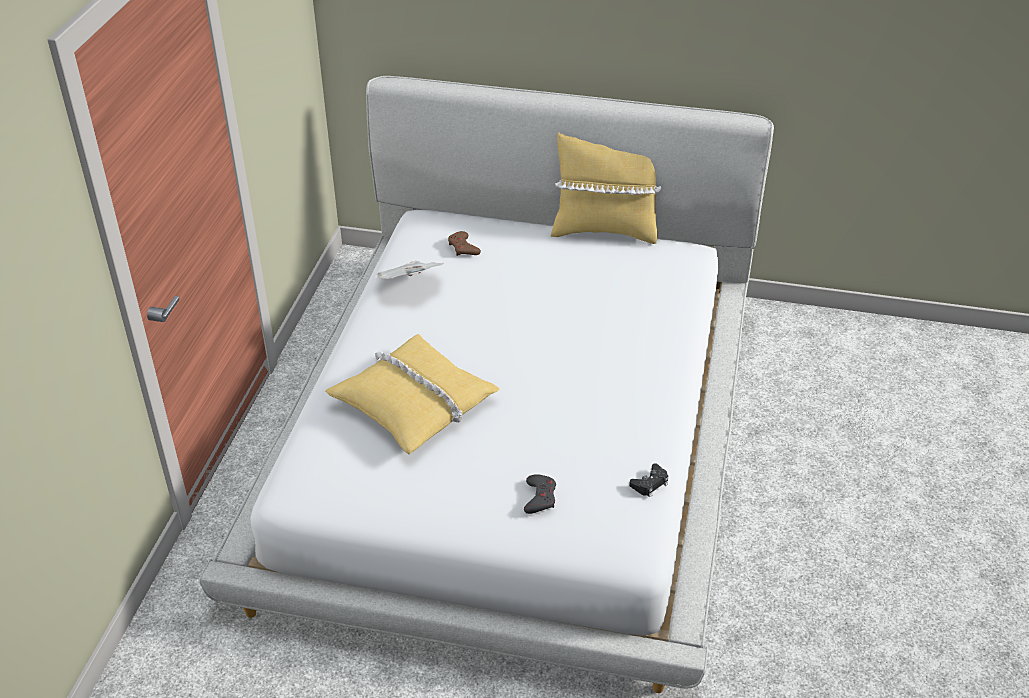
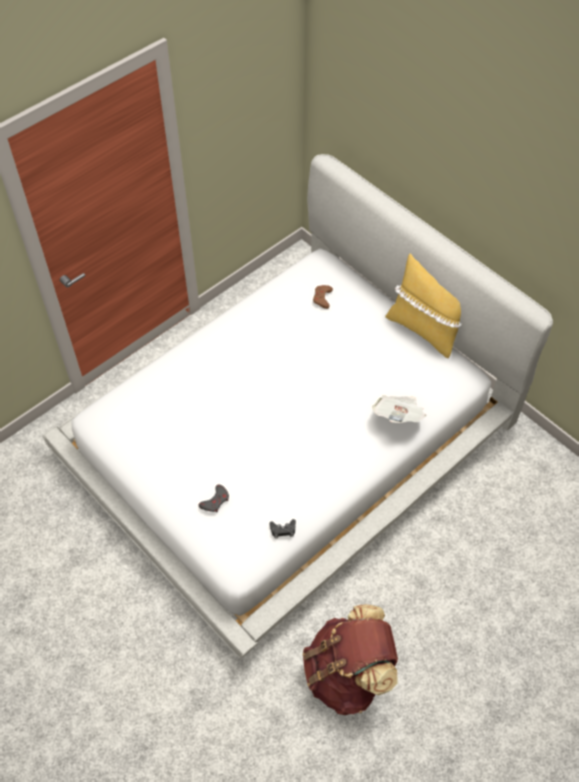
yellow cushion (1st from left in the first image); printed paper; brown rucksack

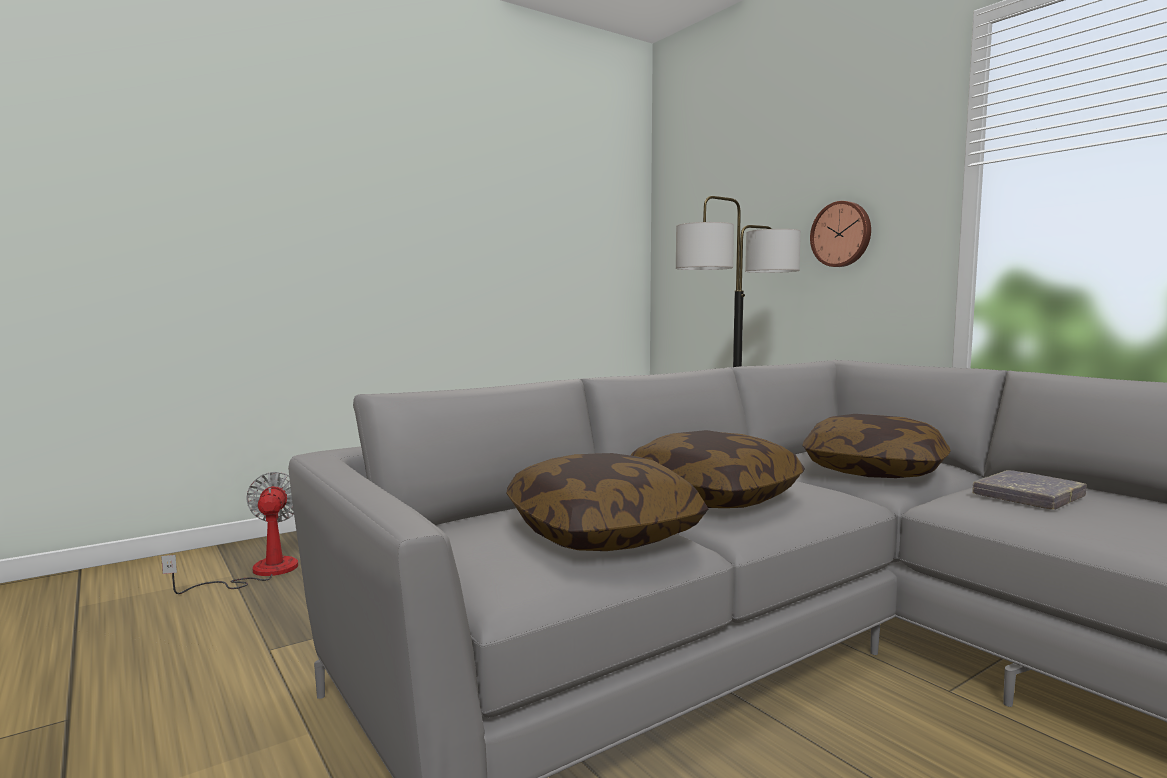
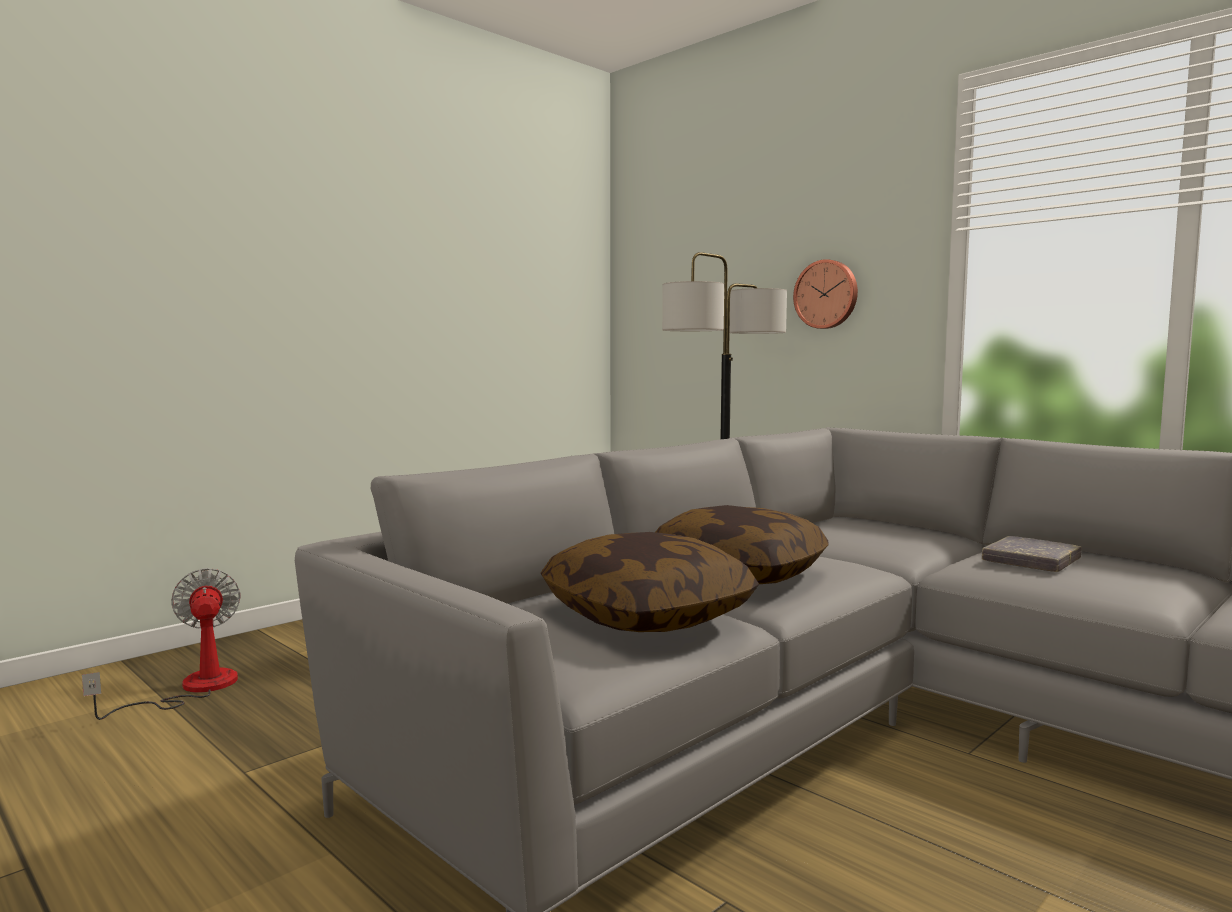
cushion (3rd from left in the first image)

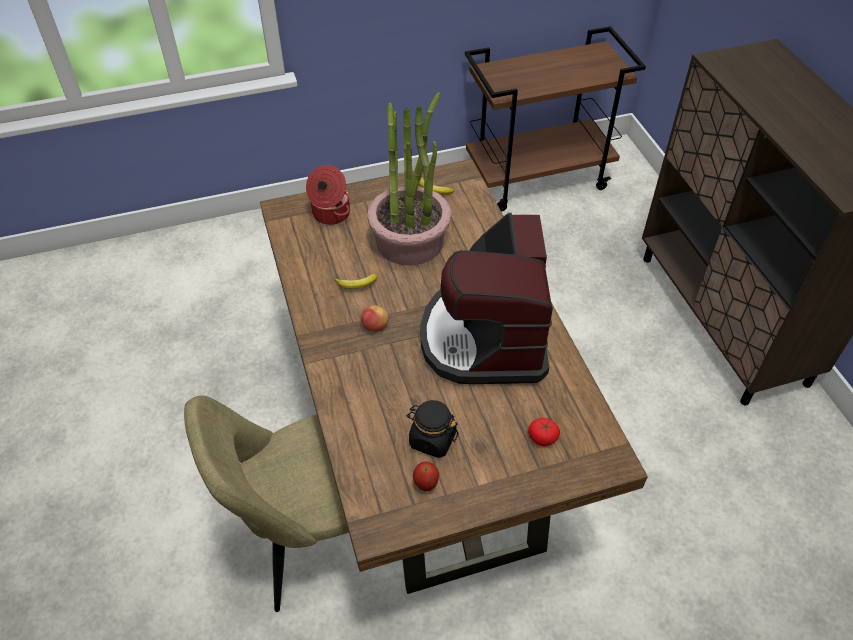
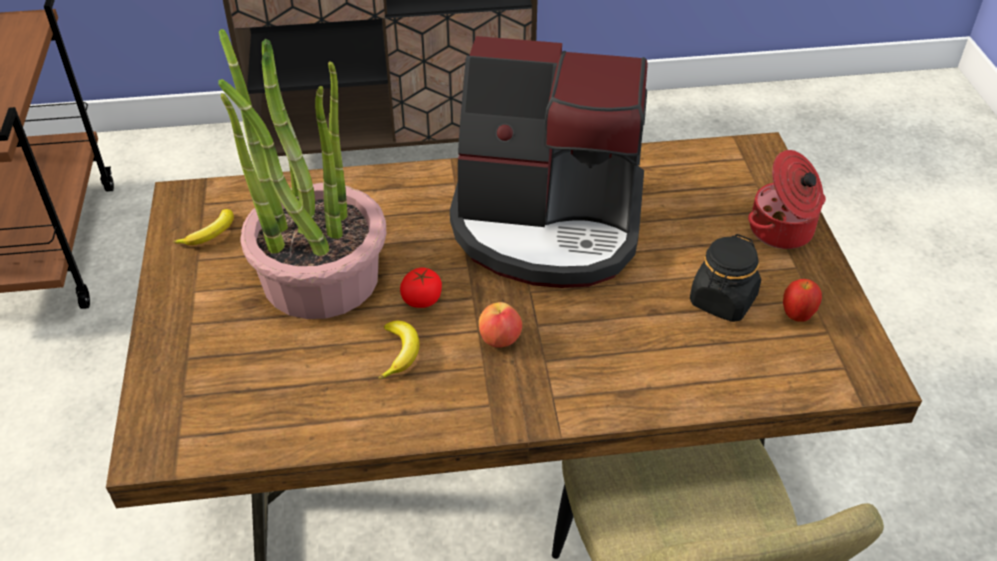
cooking pot; whole tomato

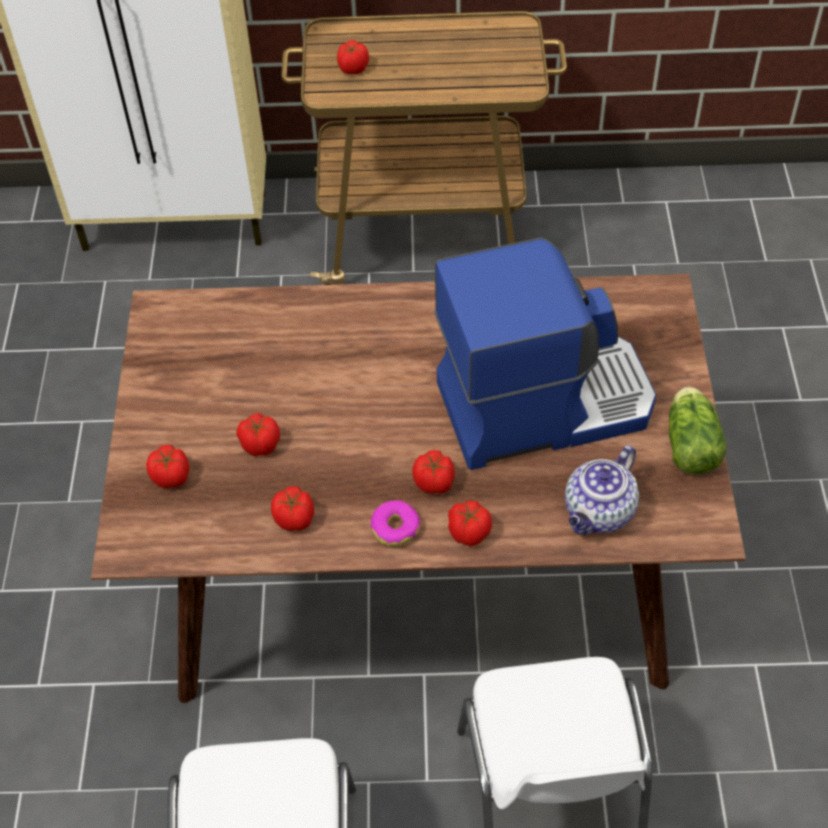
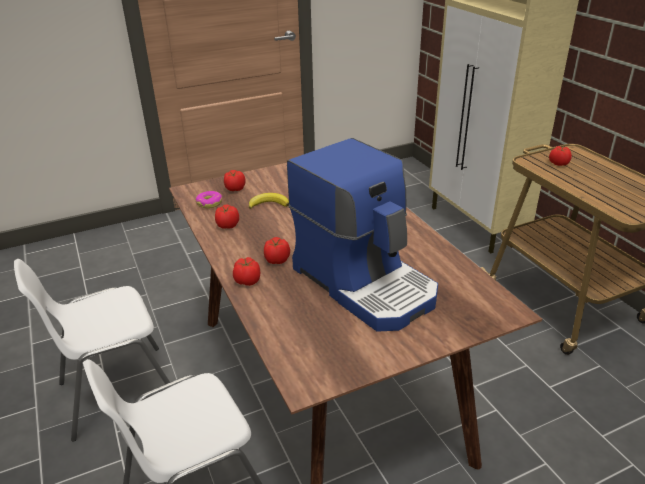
banana fruit; donut; tea pot; head of lettuce

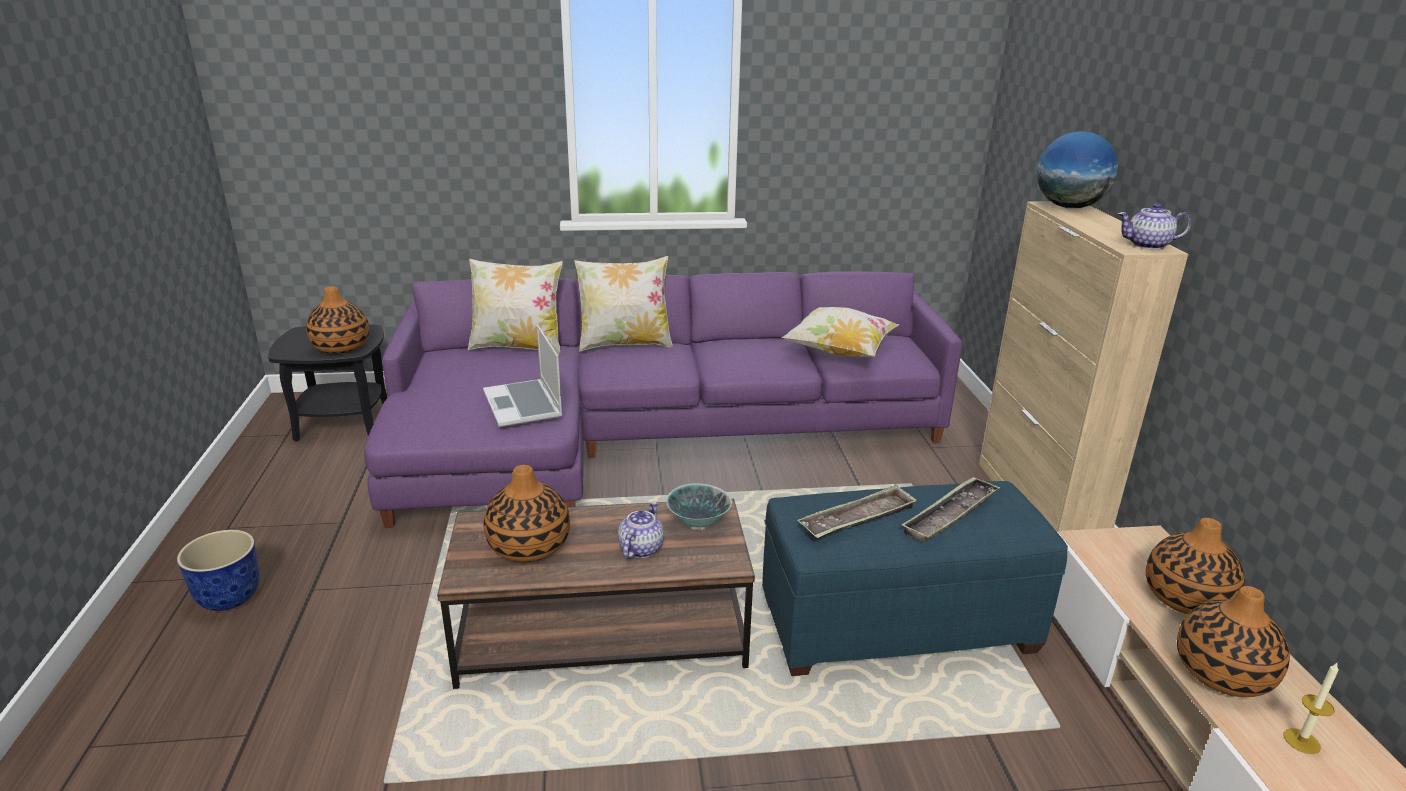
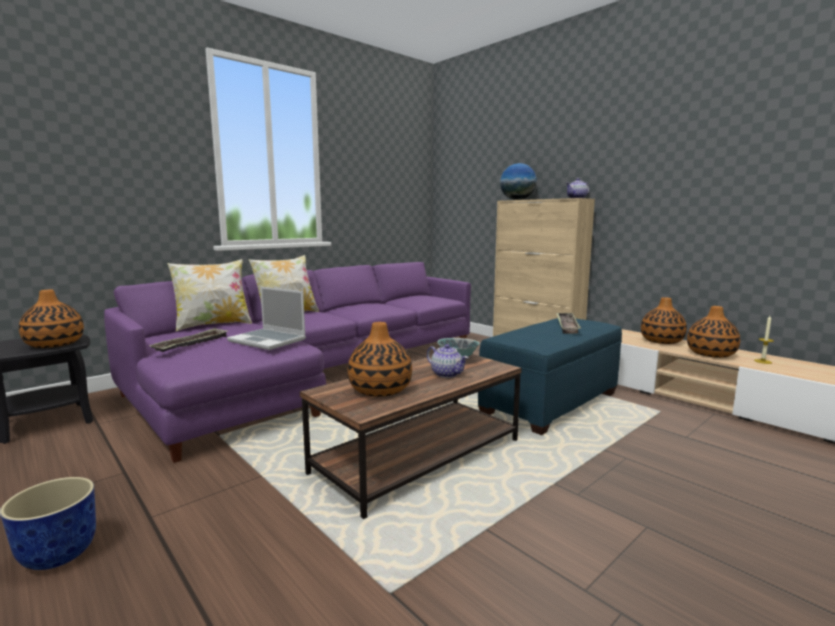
tea pot (1st from left); cushion (3rd from left in the first image); carrying tray (1st from left)

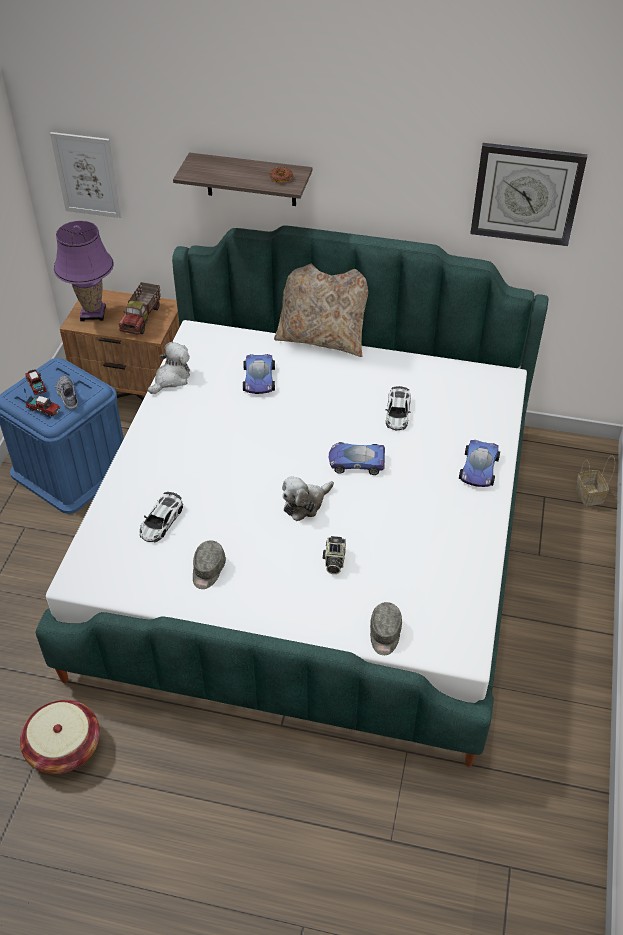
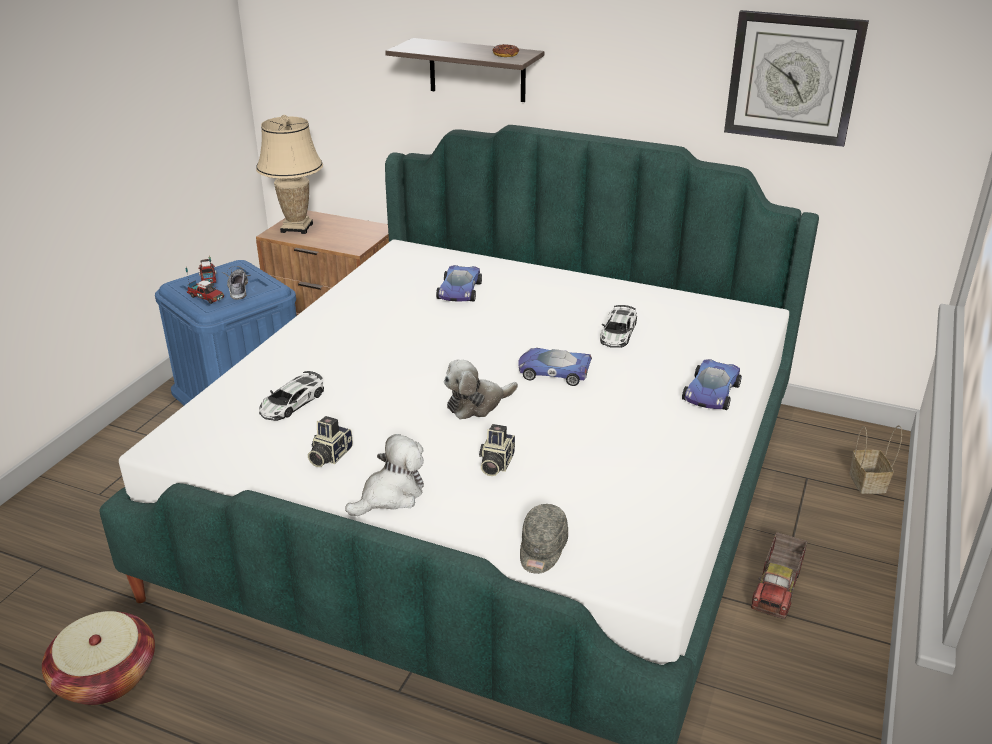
picture; sand-coloured tabletop lamp; model truck (3rd from left); plush toy (1st from left); still camera (1st from left); sand-coloured cushion

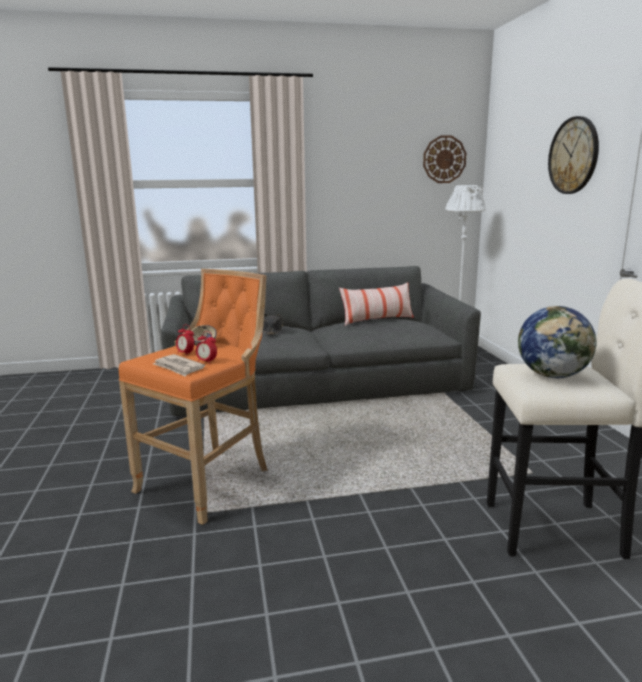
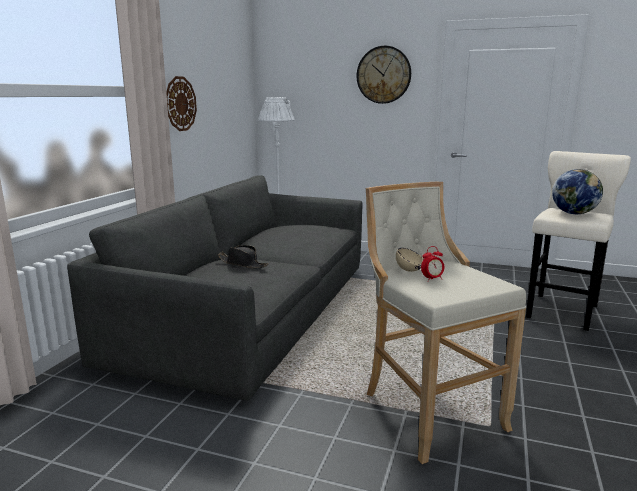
sand-coloured stool seat (1st from left); printed paper; bedside clock (2nd from left in the first image); cushion; hanging clock (1st from left)

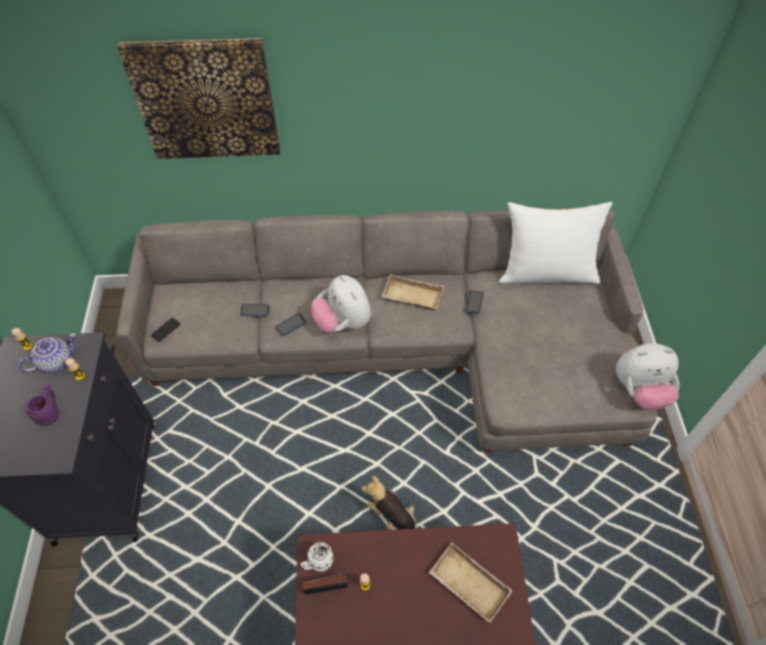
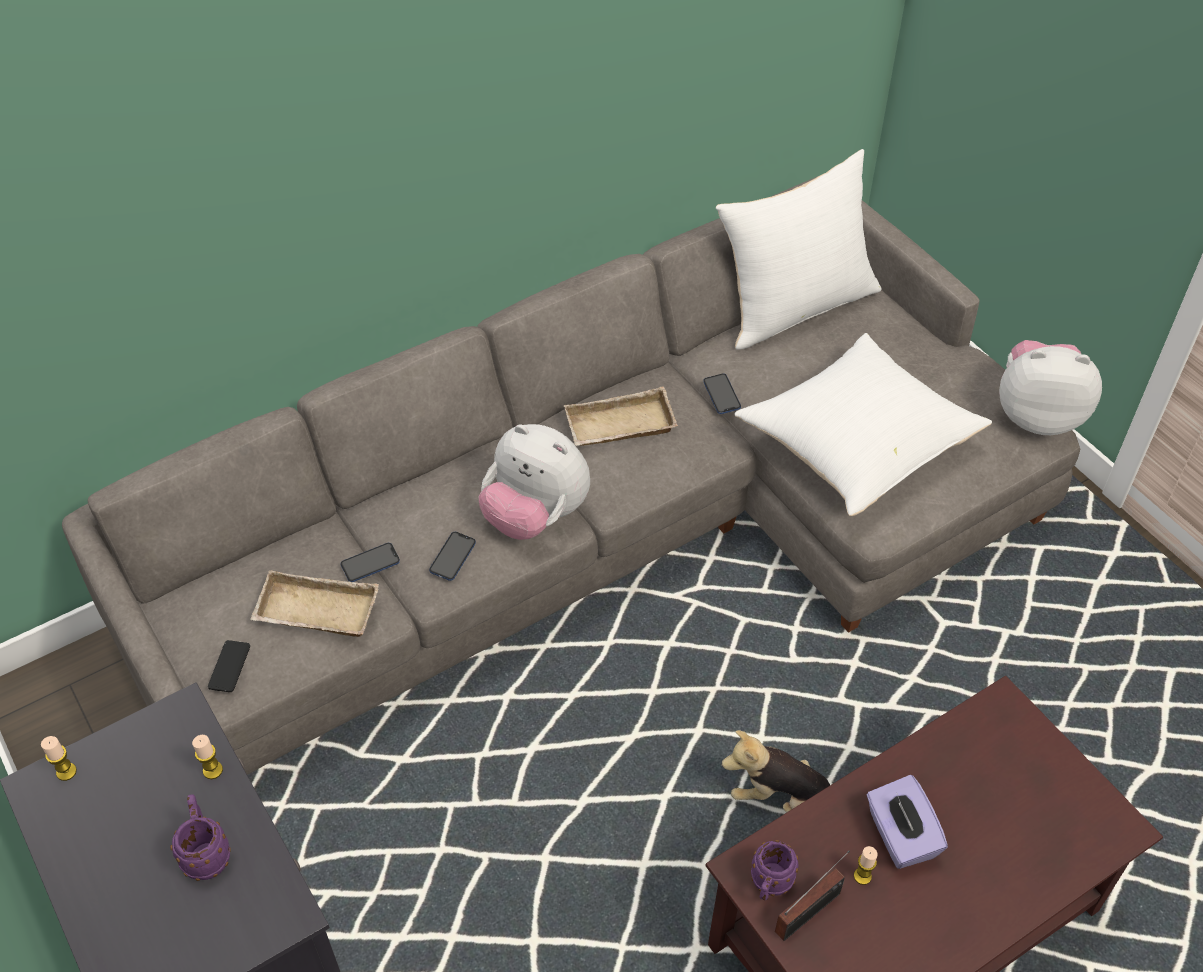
tea pot; picture; purple tea mug (2nd from left); sand-coloured carrying tray (1st from left); plush toy (3rd from left); white-coloured cushion (2nd from left); purple box of tissues

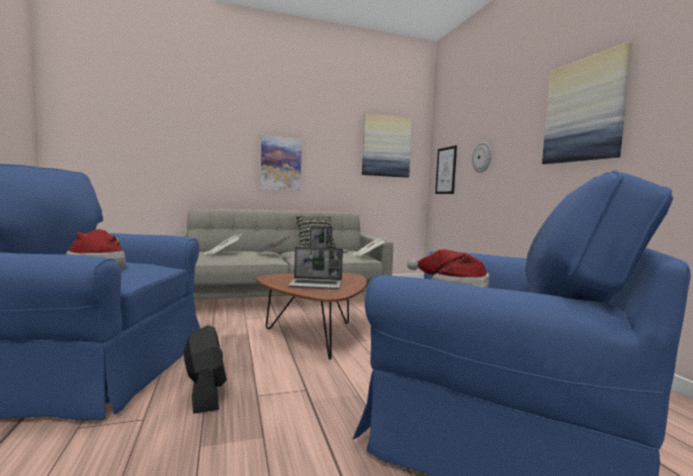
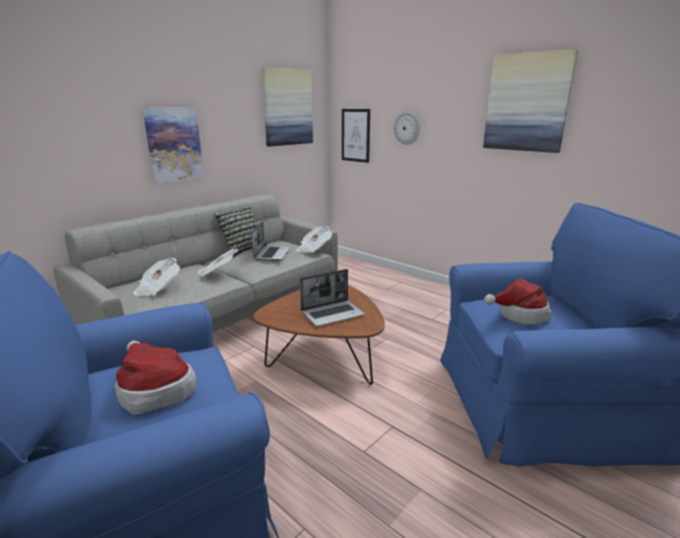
black-coloured fan

